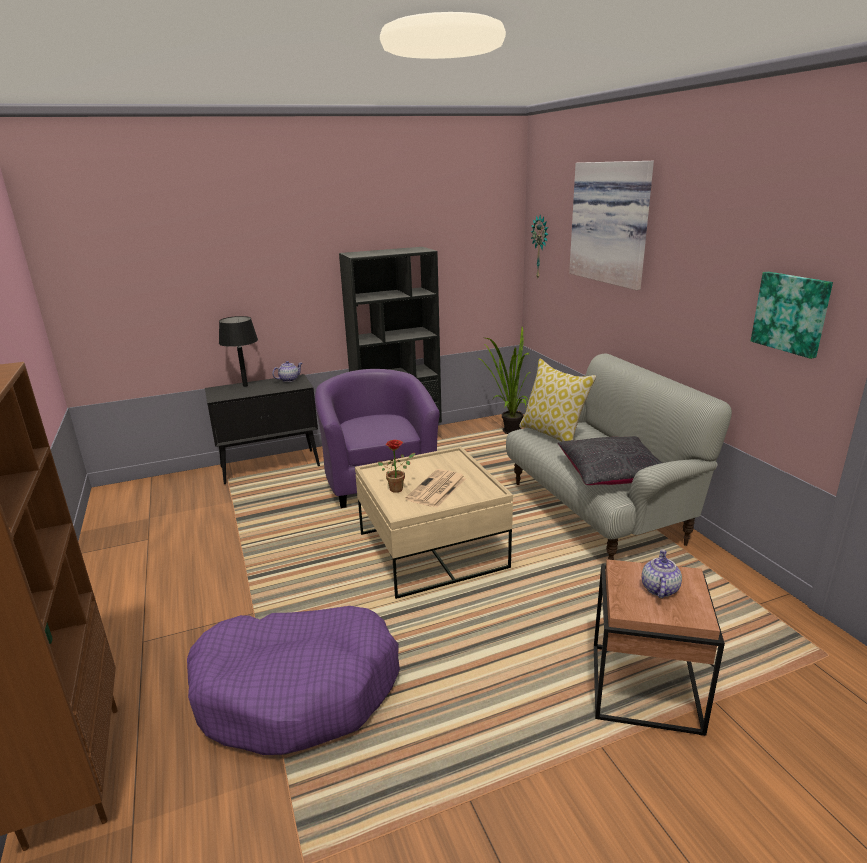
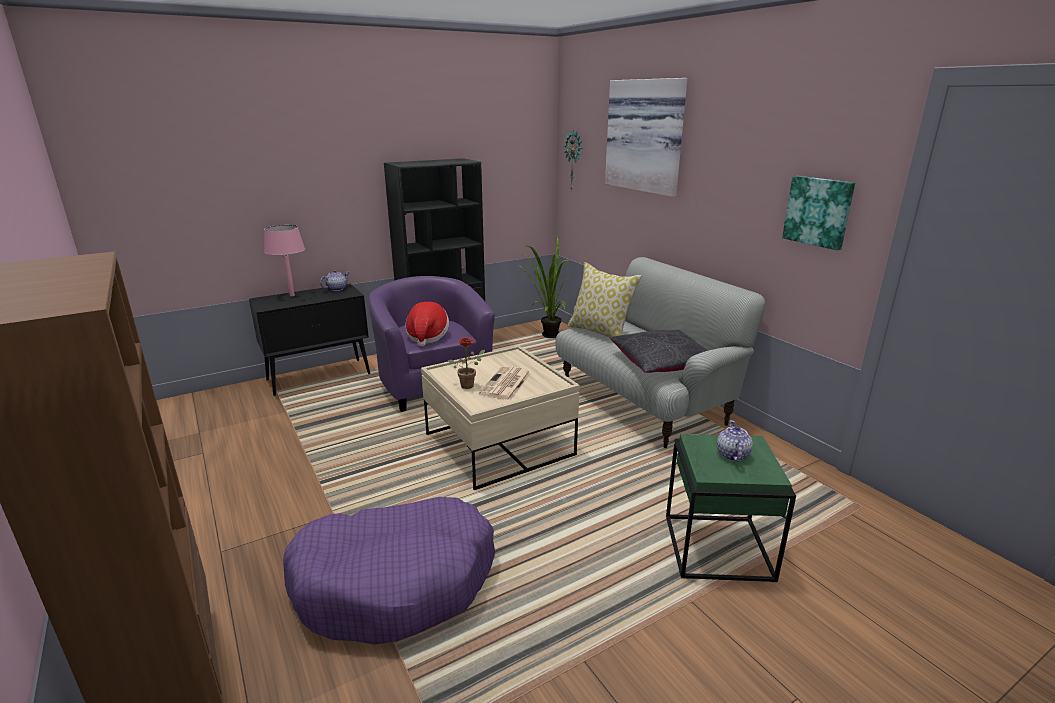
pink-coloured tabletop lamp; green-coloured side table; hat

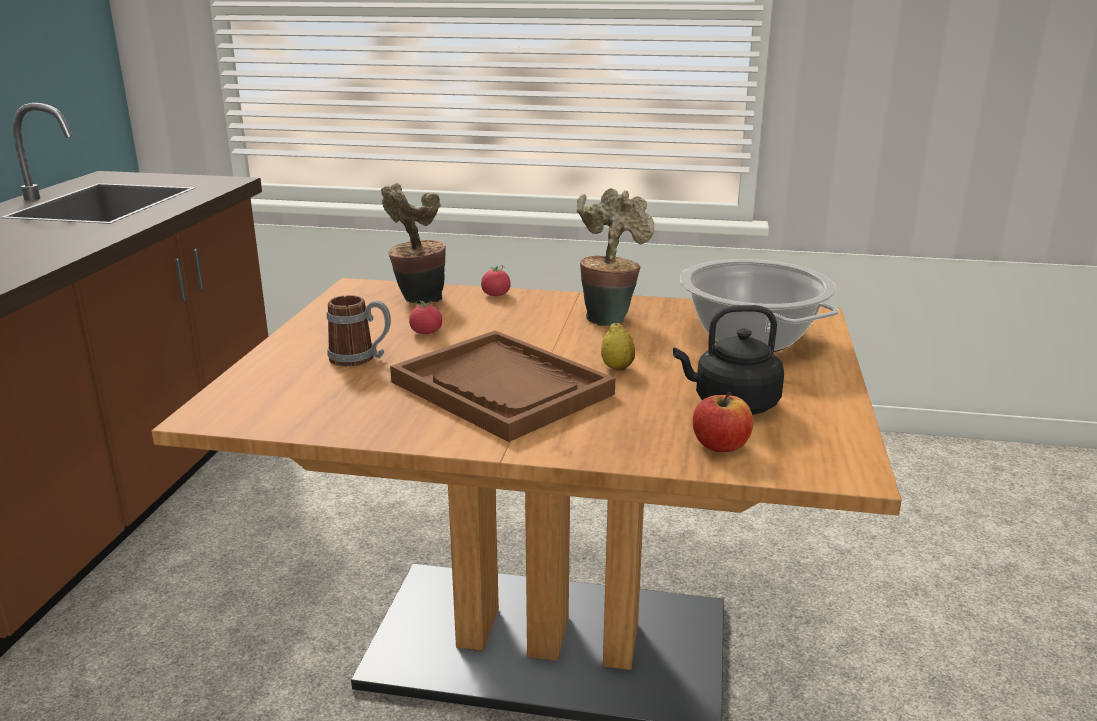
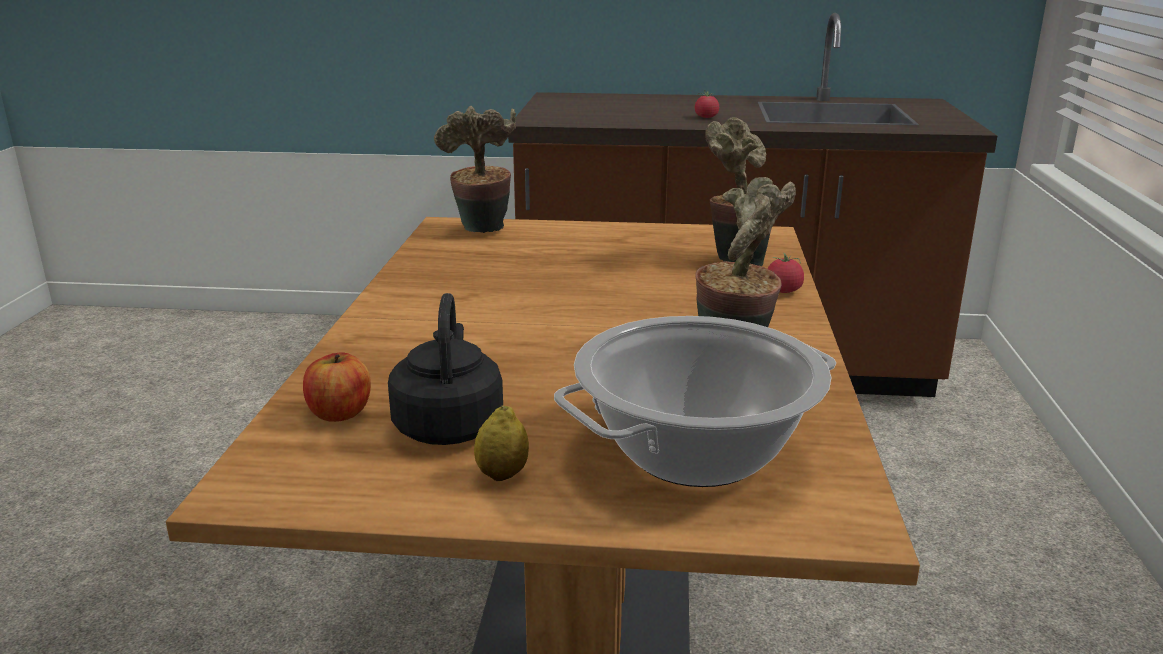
tea mug; brown carrying tray; whole tomato (1st from left); whole lemon; potted plant (1st from left)

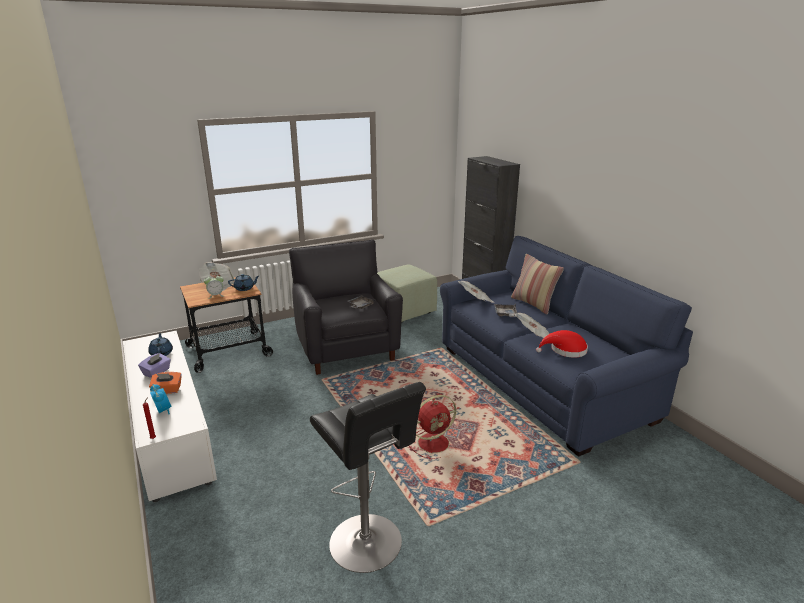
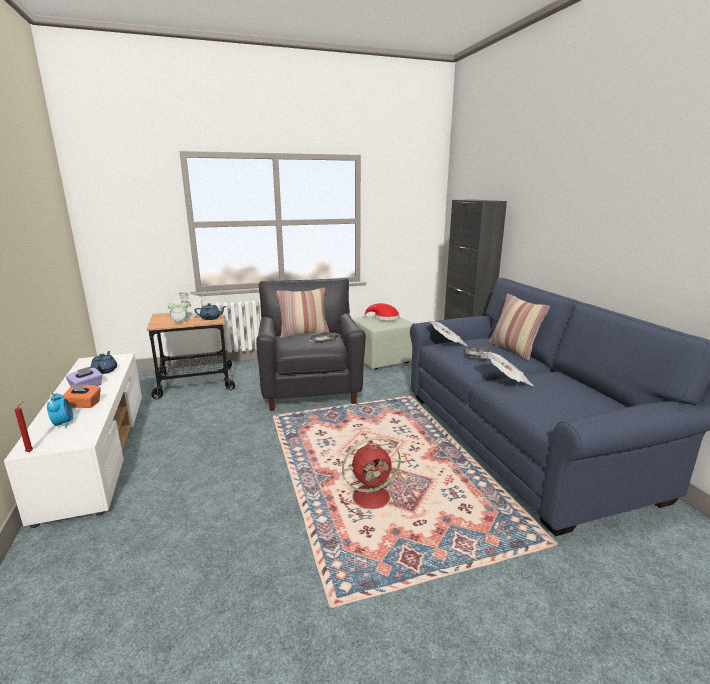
black-coloured stool seat; red hat; cushion (1st from left)

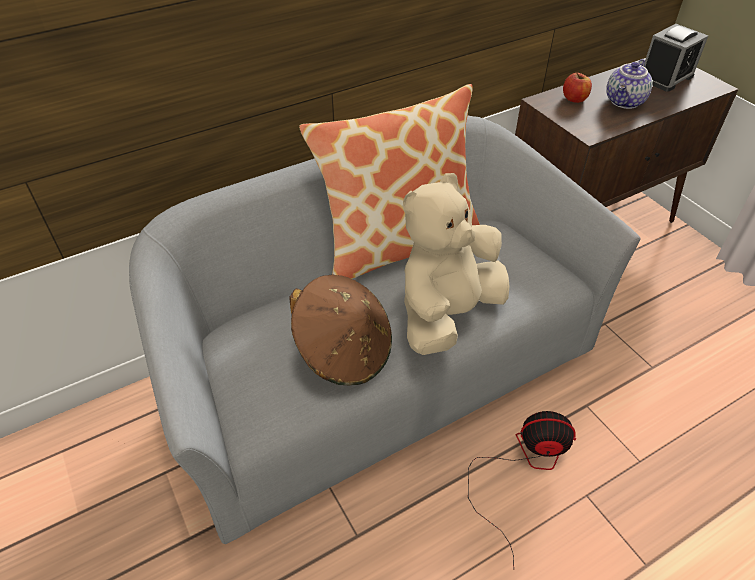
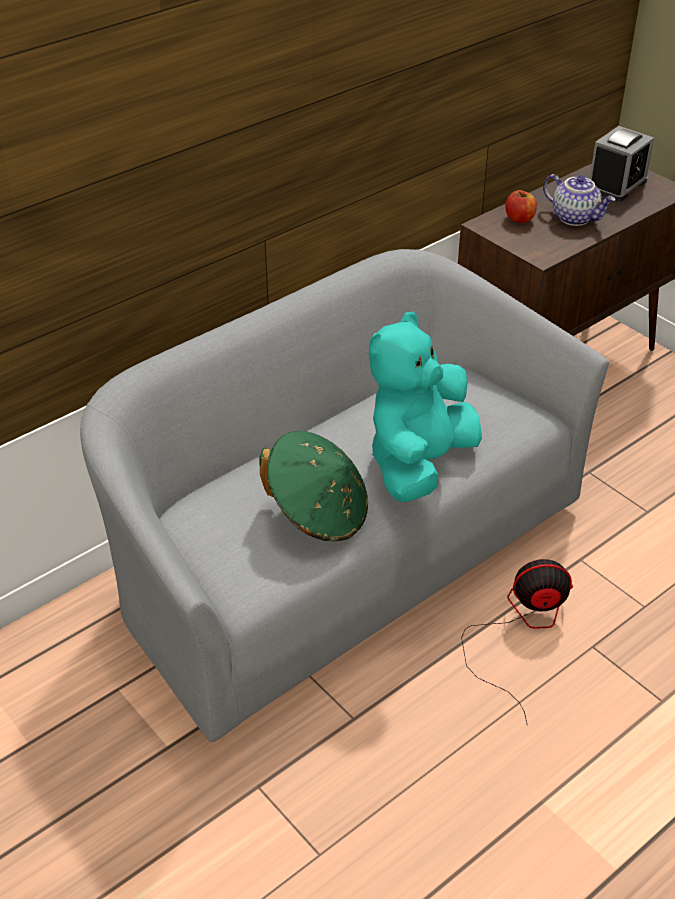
green-coloured hat; cushion; blue-green plush toy; tea pot

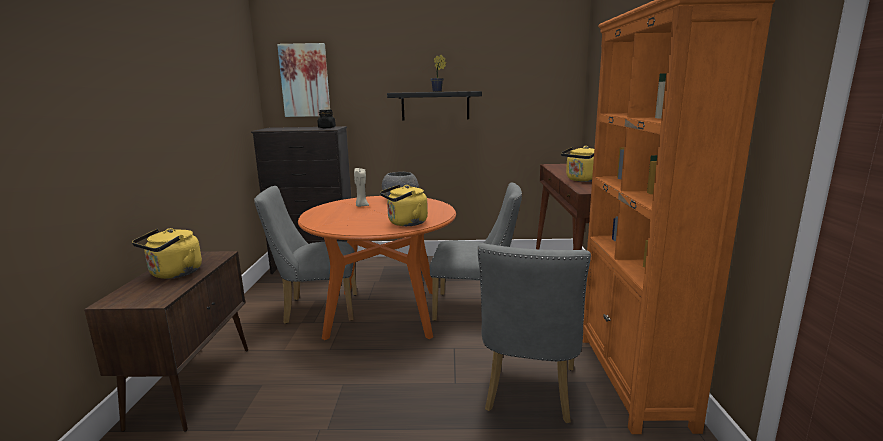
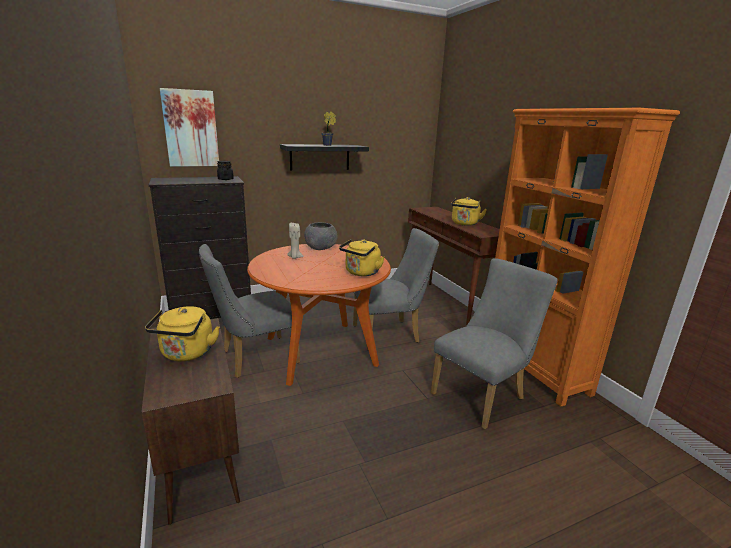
grey plain chair (3rd from left)

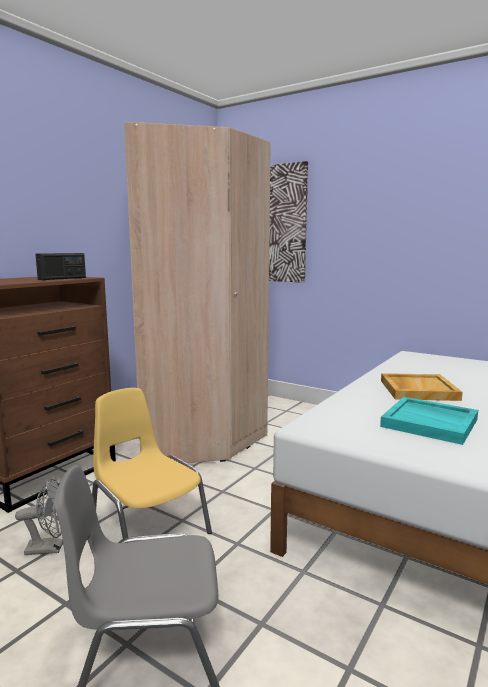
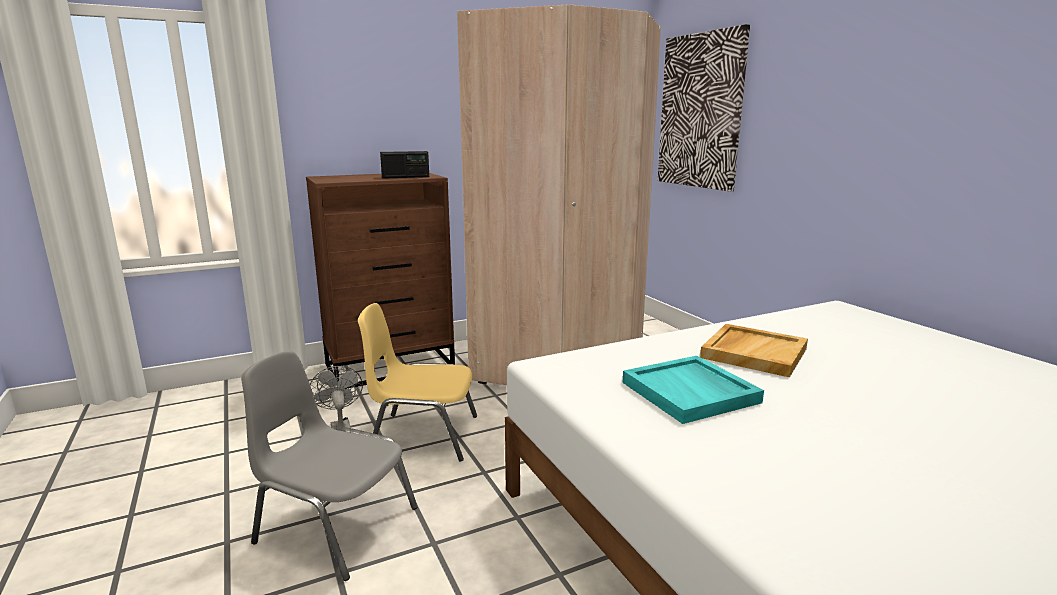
grey fan; yellow plain chair

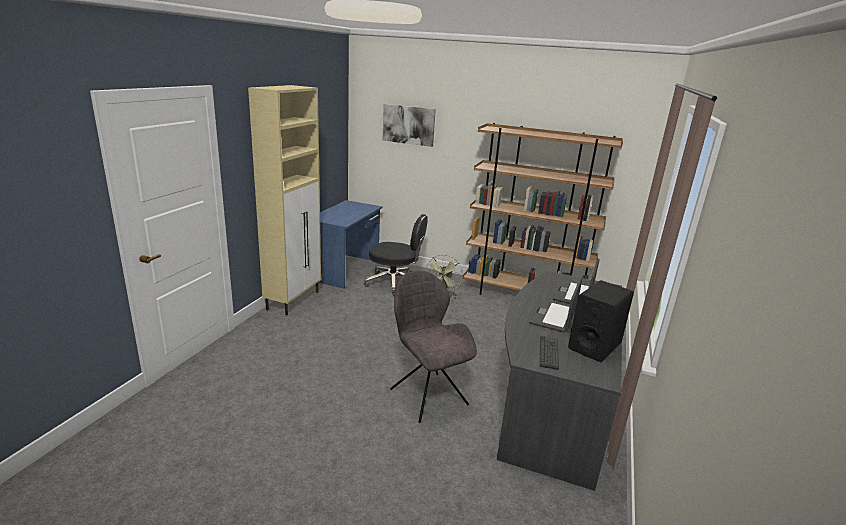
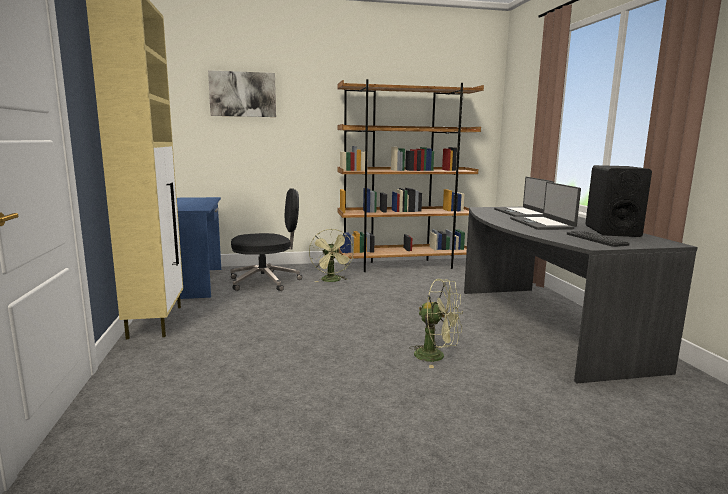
green-coloured fan (2nd from left)

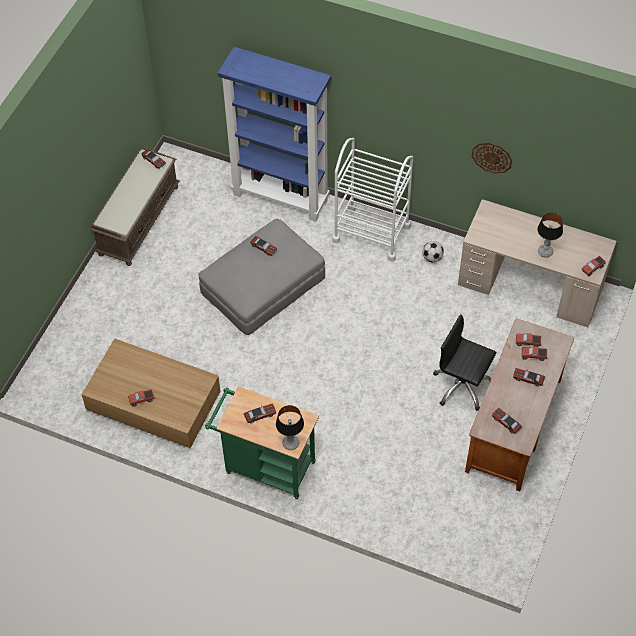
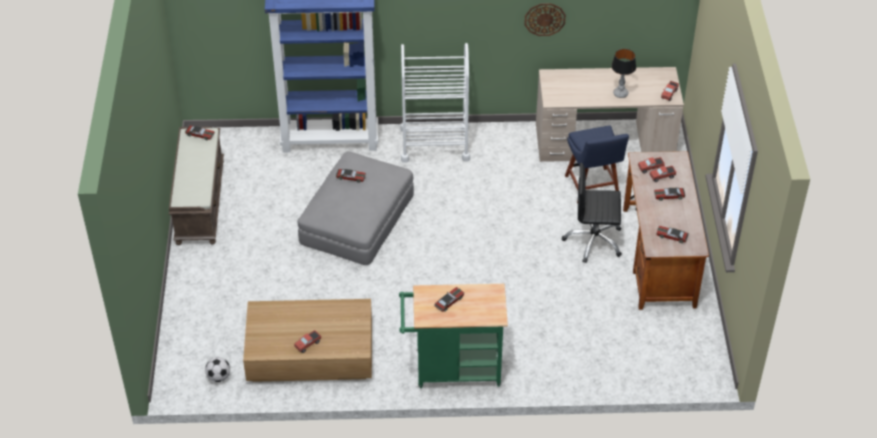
tabletop lamp (1st from left in the first image); football; blue-coloured plain chair

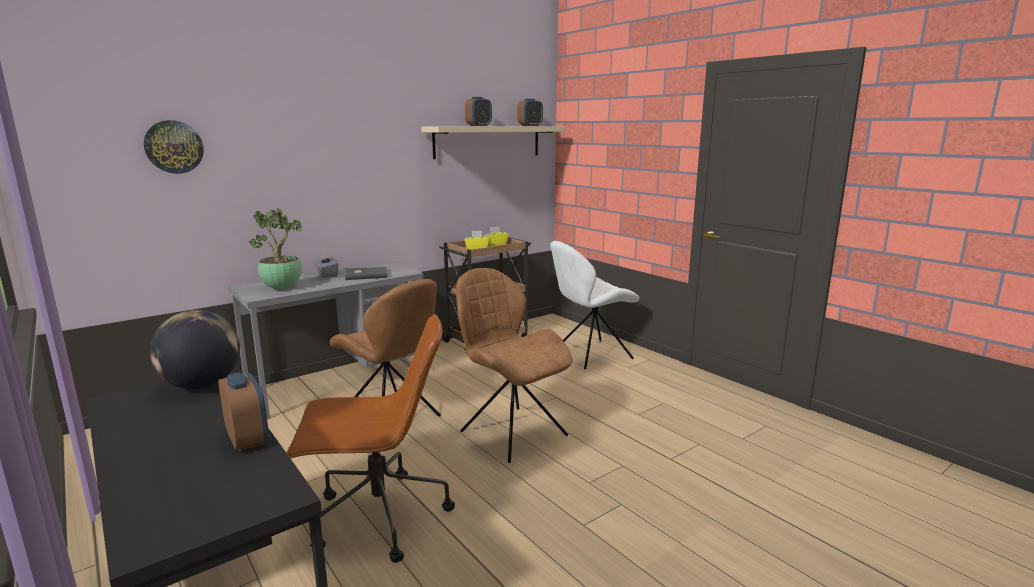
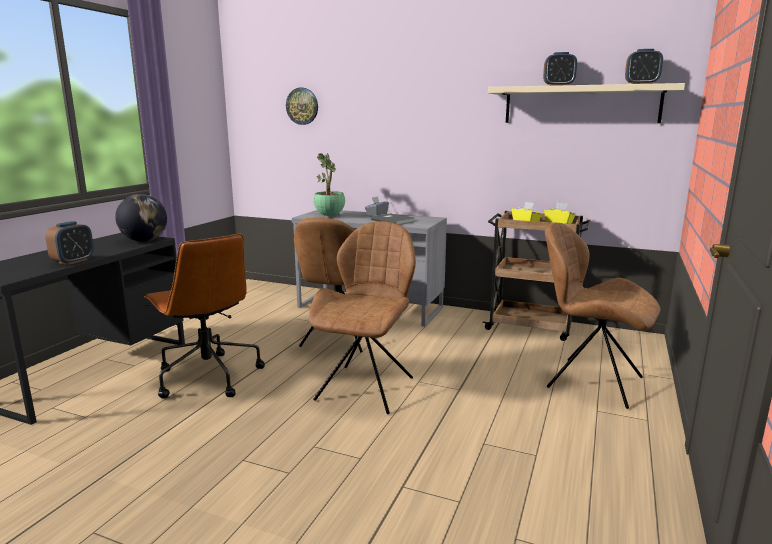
brown plain chair (3rd from left)

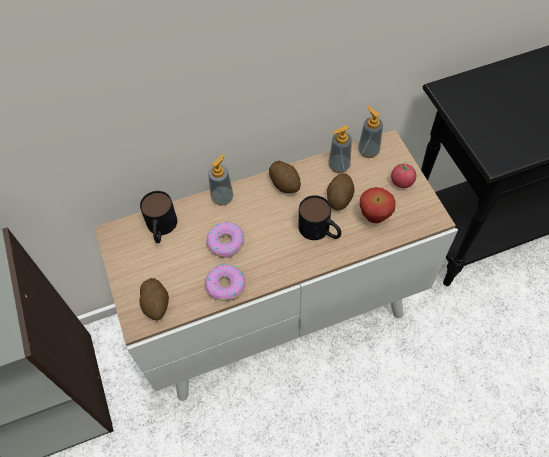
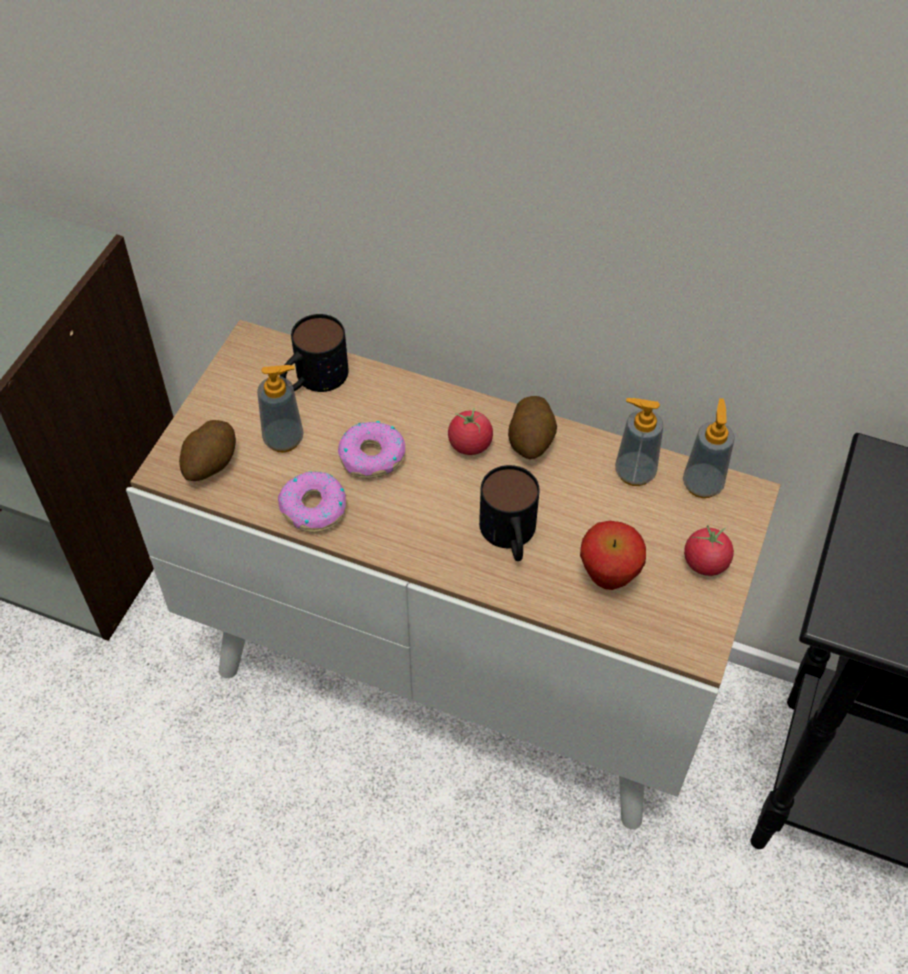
liquid soap bottle (1st from left); spud (3rd from left in the first image); whole tomato (1st from left)

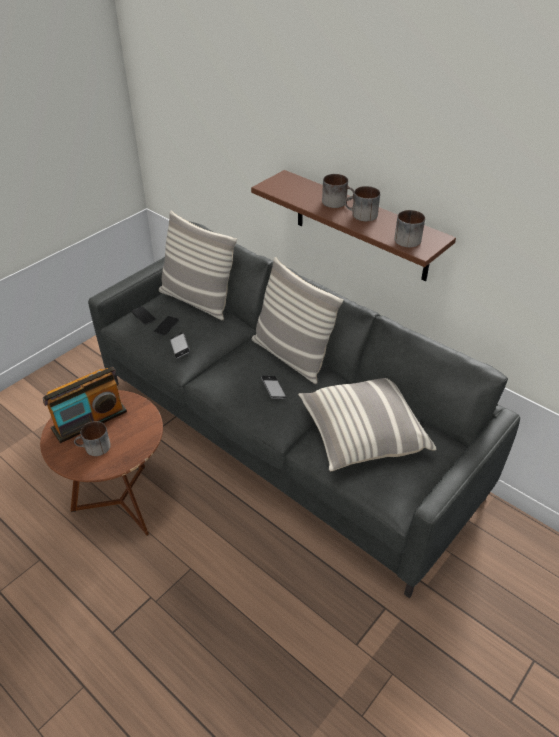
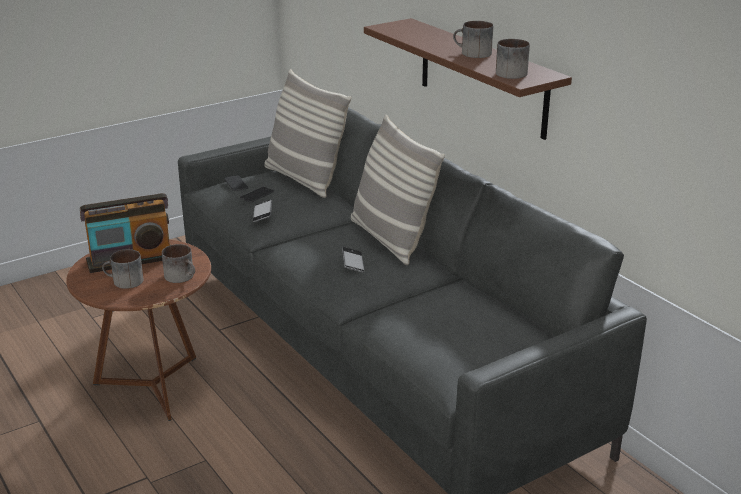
cushion (3rd from left in the first image); tea mug (2nd from left)

